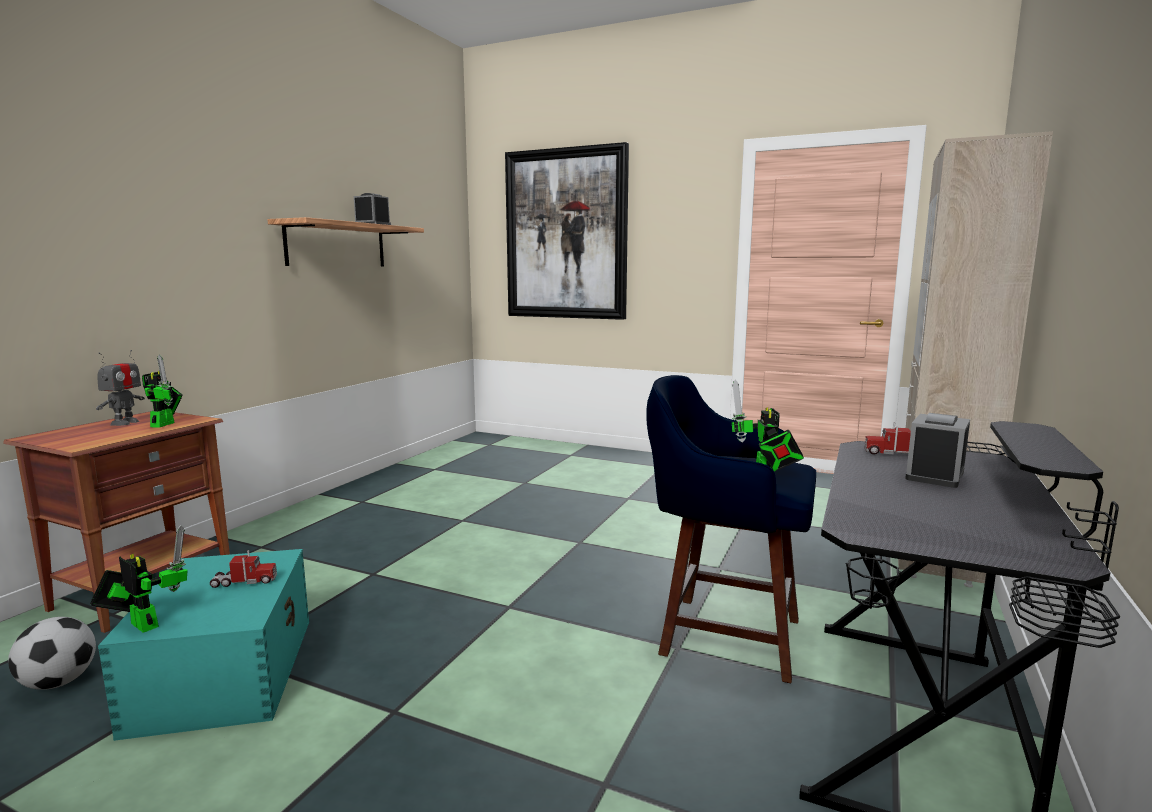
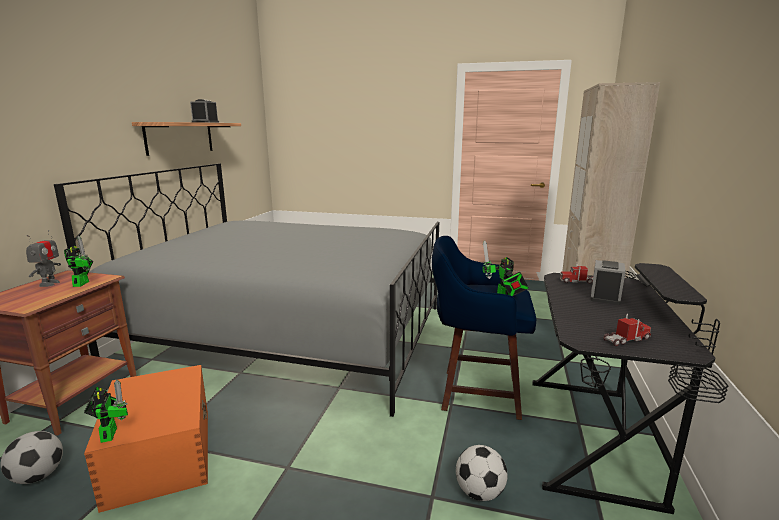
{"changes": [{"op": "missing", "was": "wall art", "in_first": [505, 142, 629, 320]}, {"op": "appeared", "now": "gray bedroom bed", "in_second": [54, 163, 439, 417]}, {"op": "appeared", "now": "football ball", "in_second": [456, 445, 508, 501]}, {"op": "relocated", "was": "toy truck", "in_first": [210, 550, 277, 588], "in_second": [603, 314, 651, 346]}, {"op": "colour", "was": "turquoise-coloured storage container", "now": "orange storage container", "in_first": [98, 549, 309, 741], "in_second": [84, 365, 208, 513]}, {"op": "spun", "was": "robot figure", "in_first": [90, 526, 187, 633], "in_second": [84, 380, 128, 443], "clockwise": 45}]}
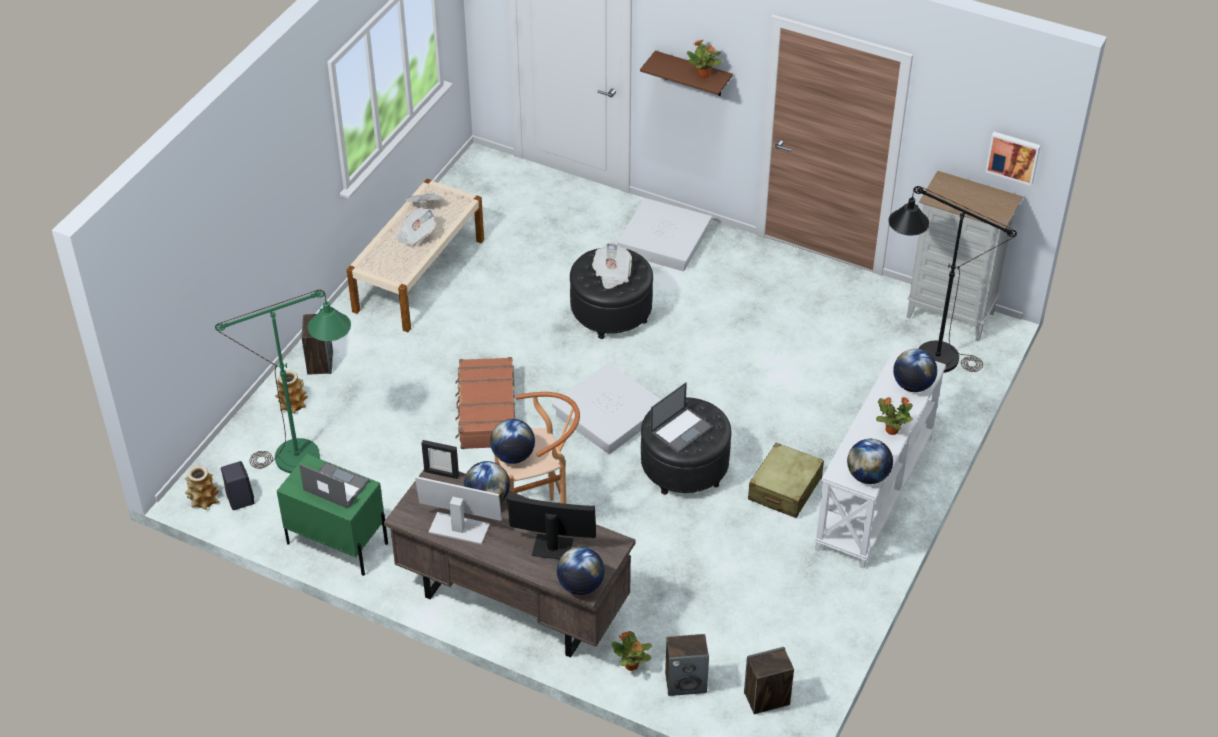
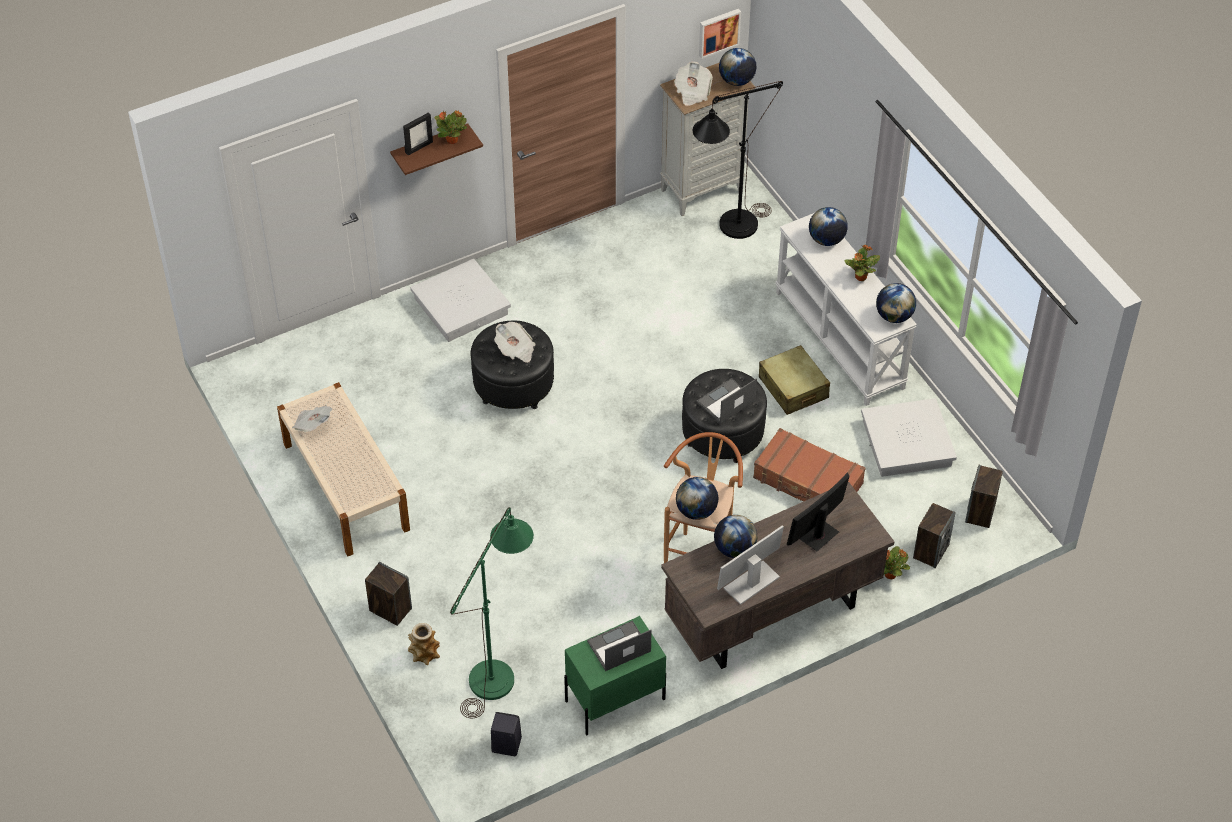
{"changes": [{"op": "missing", "was": "decorative vase", "in_first": [185, 466, 219, 510]}, {"op": "relocated", "was": "daily paper", "in_first": [395, 207, 435, 247], "in_second": [674, 62, 713, 106]}, {"op": "relocated", "was": "photo frame", "in_first": [421, 440, 459, 479], "in_second": [403, 113, 433, 156]}, {"op": "relocated", "was": "brownish travel case", "in_first": [455, 357, 515, 449], "in_second": [753, 428, 866, 502]}, {"op": "relocated", "was": "whitish storage container", "in_first": [552, 363, 661, 454], "in_second": [861, 398, 957, 477]}, {"op": "relocated", "was": "world globe", "in_first": [557, 547, 605, 595], "in_second": [719, 48, 757, 86]}, {"op": "spun", "was": "portable computer", "in_first": [650, 382, 713, 453], "in_second": [697, 378, 757, 424], "clockwise": -120}]}
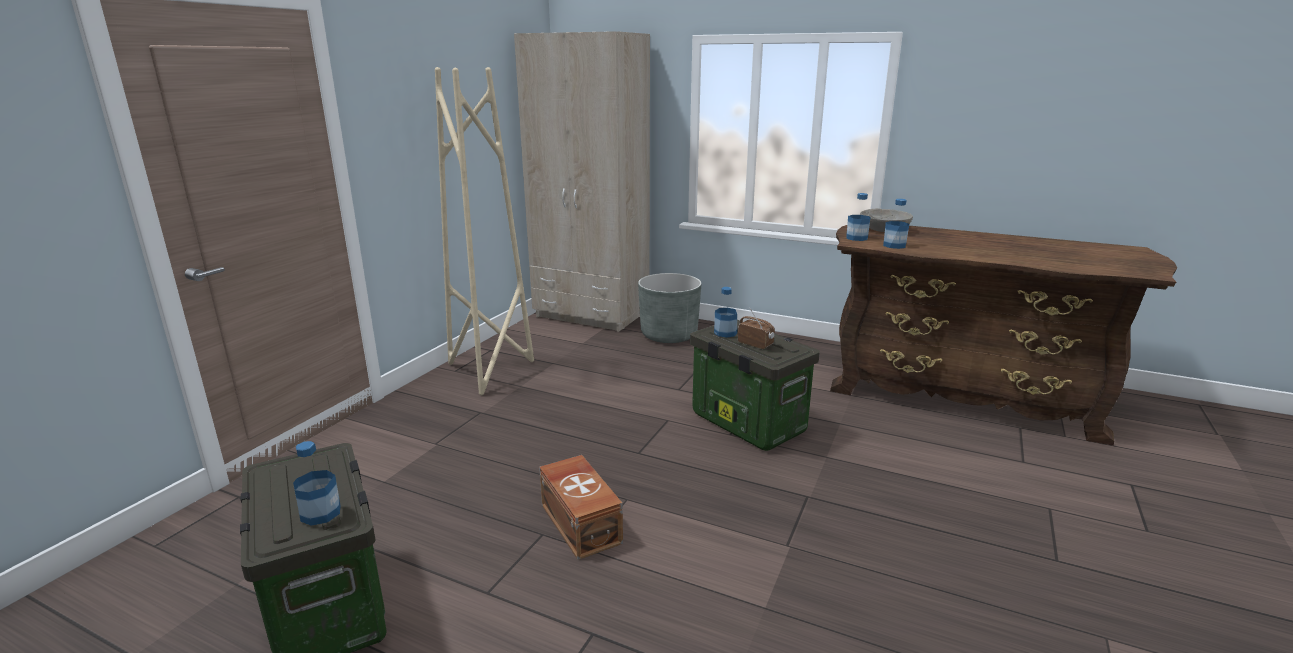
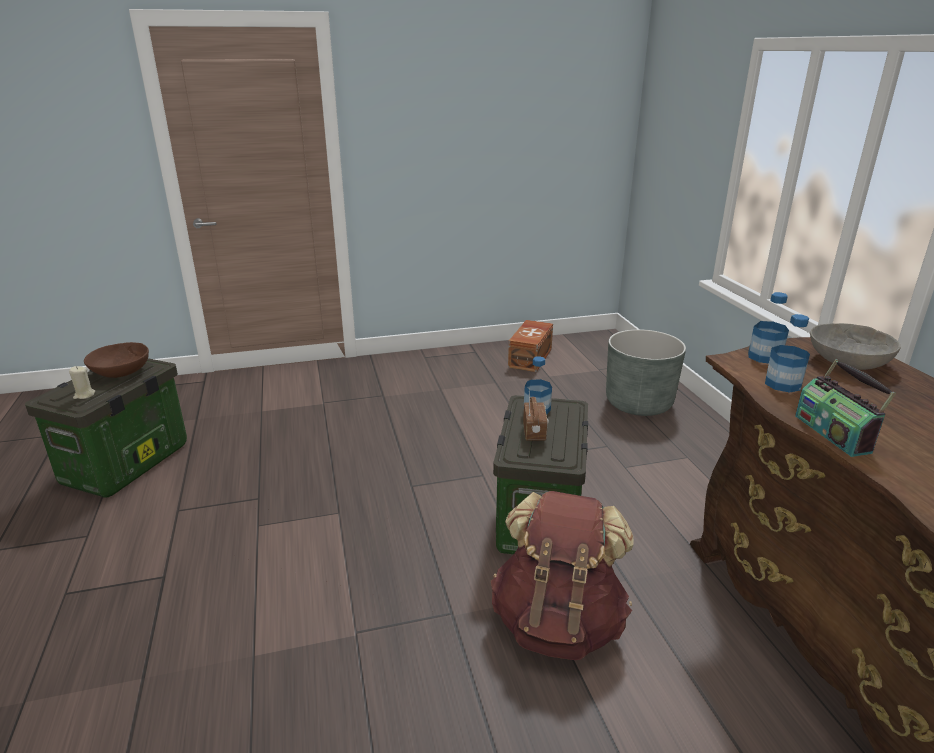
{"changes": [{"op": "missing", "was": "sand-coloured garment stand", "in_first": [435, 67, 534, 396]}, {"op": "missing", "was": "sand-coloured armoire", "in_first": [514, 31, 650, 332]}, {"op": "appeared", "now": "brownish deep dish", "in_second": [84, 342, 149, 378]}, {"op": "appeared", "now": "brownish knapsack", "in_second": [491, 491, 634, 660]}, {"op": "appeared", "now": "radio", "in_second": [795, 359, 896, 457]}, {"op": "relocated", "was": "brownish storage container", "in_first": [539, 455, 623, 560], "in_second": [508, 320, 553, 372]}, {"op": "exchanged", "was": "bottle", "now": "sand-coloured candle", "in_first": [293, 441, 341, 526], "in_second": [69, 366, 95, 399]}]}
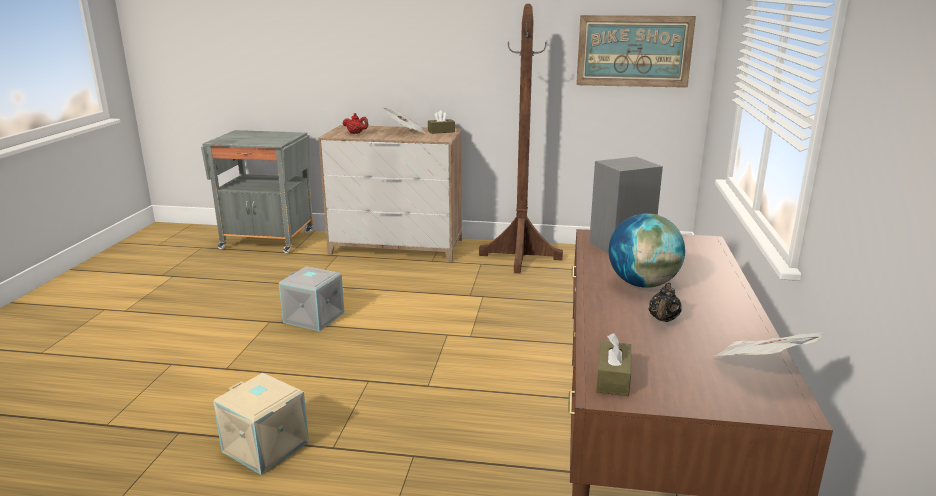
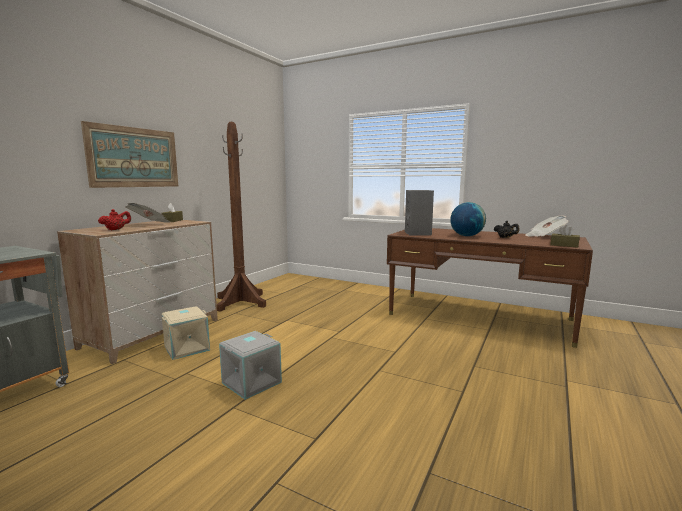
{"changes": [{"op": "relocated", "was": "sand-coloured storage container", "in_first": [213, 373, 309, 475], "in_second": [161, 306, 210, 360]}, {"op": "relocated", "was": "wall art", "in_first": [576, 15, 696, 88], "in_second": [81, 121, 178, 188]}]}
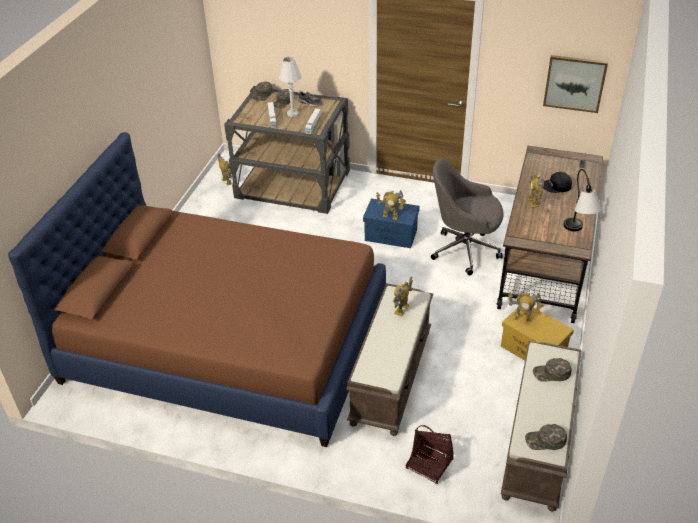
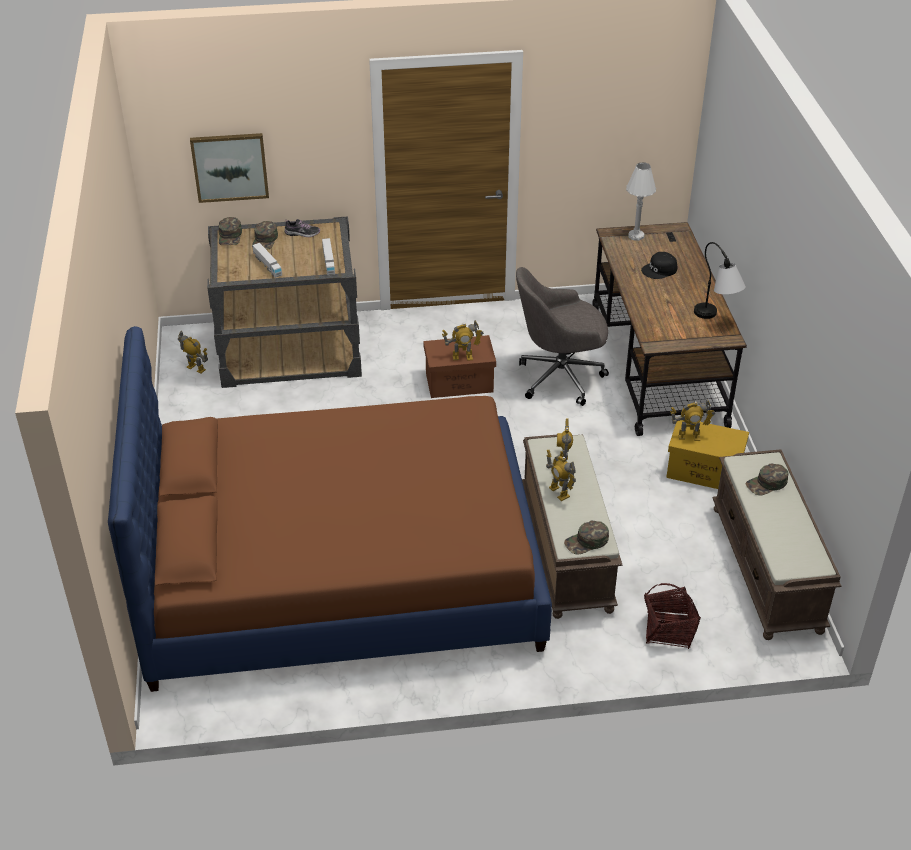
{"changes": [{"op": "relocated", "was": "whitish lamp for a table", "in_first": [279, 57, 302, 117], "in_second": [626, 162, 656, 241]}, {"op": "relocated", "was": "green cap", "in_first": [525, 424, 567, 450], "in_second": [564, 520, 609, 555]}, {"op": "relocated", "was": "robot figure", "in_first": [528, 170, 544, 208], "in_second": [546, 450, 576, 501]}, {"op": "relocated", "was": "wall art", "in_first": [543, 55, 608, 113], "in_second": [190, 133, 269, 203]}, {"op": "colour", "was": "blue storage container", "now": "brownish storage container", "in_first": [363, 199, 420, 248], "in_second": [424, 335, 496, 398]}]}
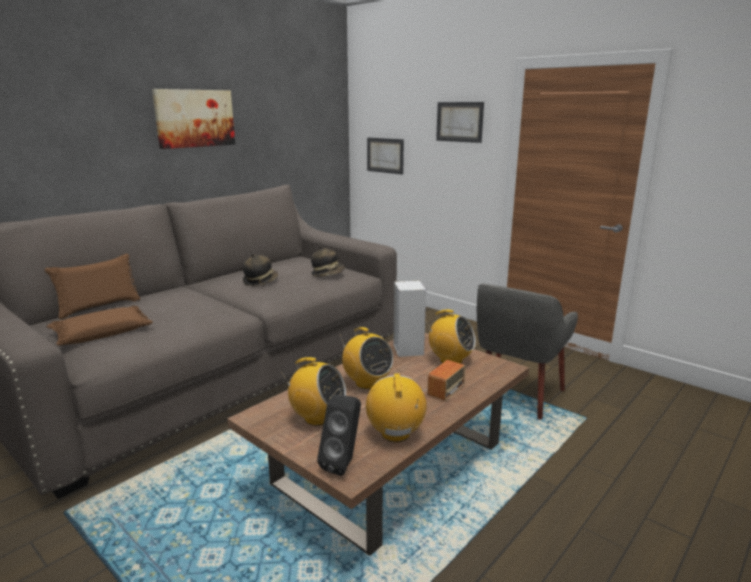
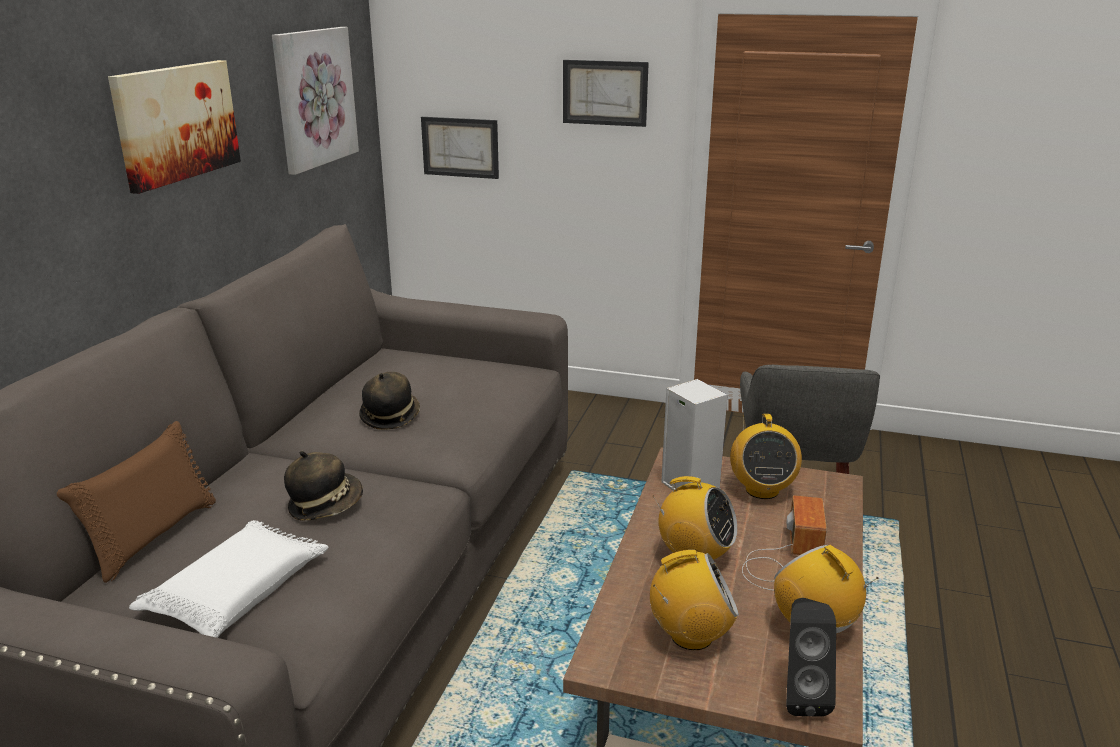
{"changes": [{"op": "appeared", "now": "wall art", "in_second": [272, 27, 359, 175]}, {"op": "relocated", "was": "hat", "in_first": [311, 246, 344, 277], "in_second": [284, 451, 363, 521]}, {"op": "colour", "was": "brownish pillow", "now": "whitish pillow", "in_first": [46, 306, 153, 345], "in_second": [129, 520, 328, 638]}, {"op": "spun", "was": "radio", "in_first": [425, 310, 476, 364], "in_second": [730, 414, 802, 499], "clockwise": 90}]}
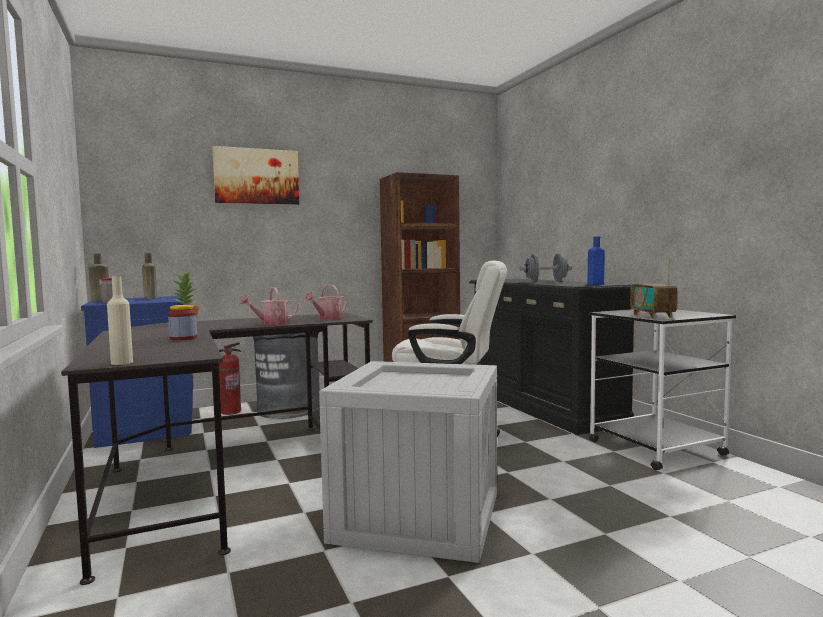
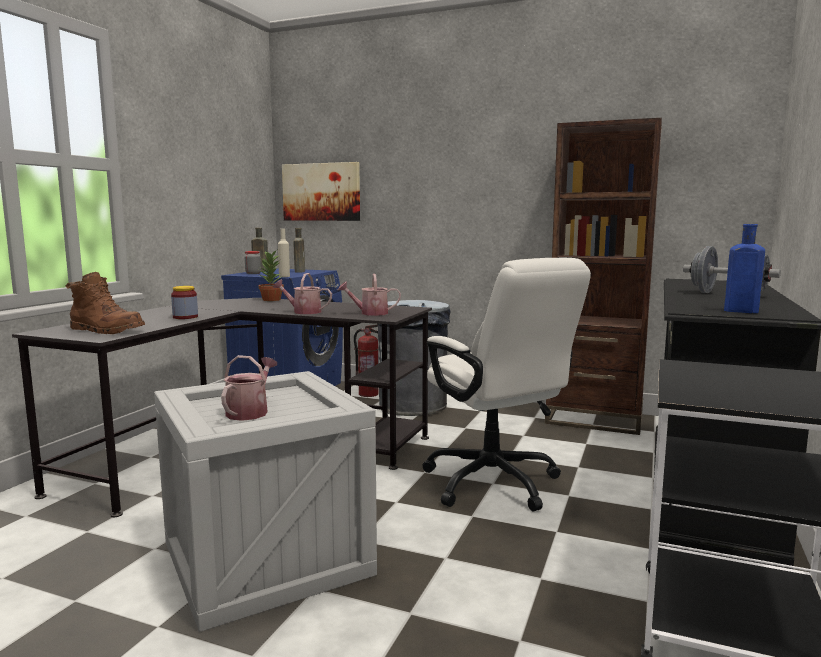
{"changes": [{"op": "missing", "was": "radio", "in_first": [630, 259, 678, 318]}, {"op": "appeared", "now": "brownish high-top boot", "in_second": [66, 272, 145, 334]}, {"op": "appeared", "now": "watering can", "in_second": [221, 355, 277, 421]}, {"op": "relocated", "was": "sand-coloured bottle", "in_first": [107, 277, 133, 365], "in_second": [278, 229, 290, 277]}, {"op": "relocated", "was": "wall art", "in_first": [212, 146, 299, 205], "in_second": [282, 162, 360, 221]}]}
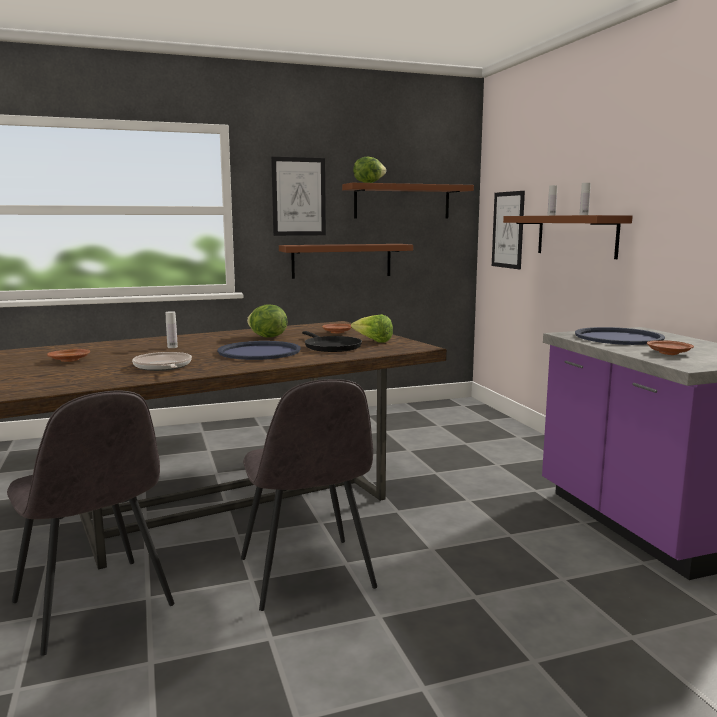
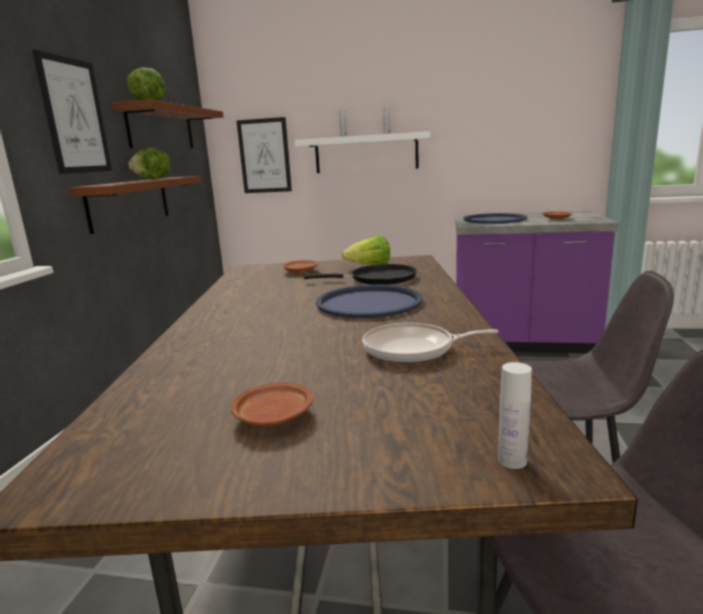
{"changes": [{"op": "relocated", "was": "whitish bottle", "in_first": [166, 311, 178, 348], "in_second": [498, 362, 532, 469]}, {"op": "relocated", "was": "lettuce", "in_first": [247, 304, 287, 337], "in_second": [128, 148, 170, 179]}, {"op": "colour", "was": "brownish bracket shelf", "now": "whitish bracket shelf", "in_first": [503, 215, 633, 259], "in_second": [294, 132, 431, 173]}]}
